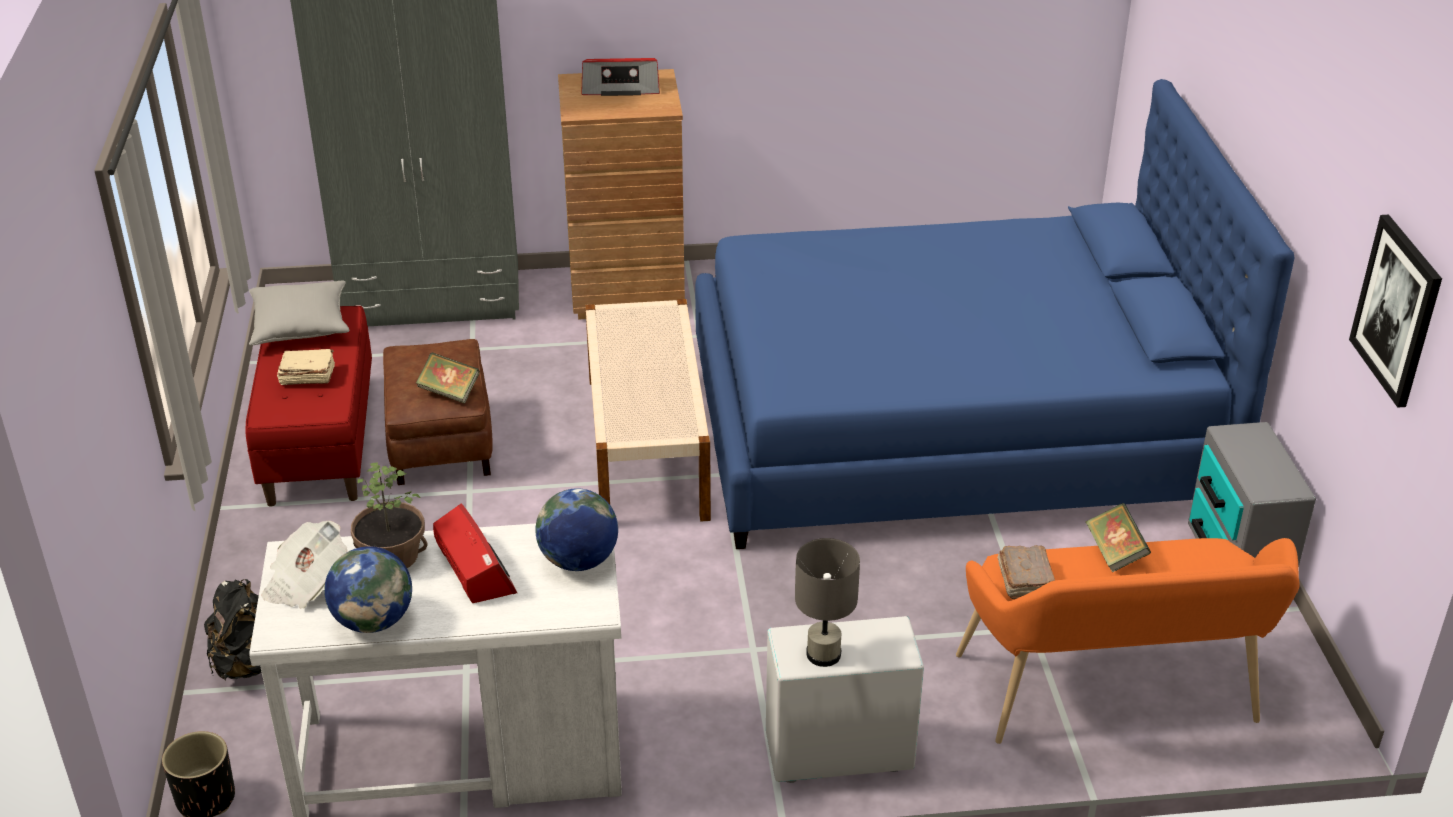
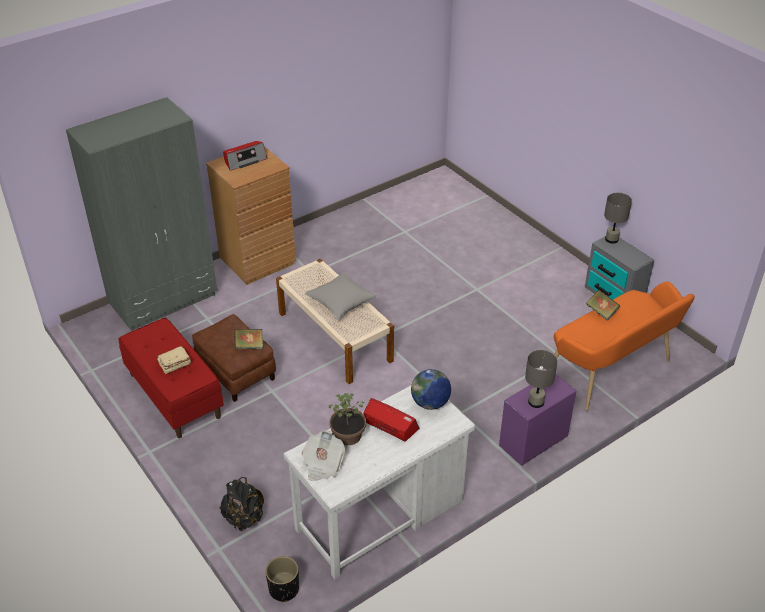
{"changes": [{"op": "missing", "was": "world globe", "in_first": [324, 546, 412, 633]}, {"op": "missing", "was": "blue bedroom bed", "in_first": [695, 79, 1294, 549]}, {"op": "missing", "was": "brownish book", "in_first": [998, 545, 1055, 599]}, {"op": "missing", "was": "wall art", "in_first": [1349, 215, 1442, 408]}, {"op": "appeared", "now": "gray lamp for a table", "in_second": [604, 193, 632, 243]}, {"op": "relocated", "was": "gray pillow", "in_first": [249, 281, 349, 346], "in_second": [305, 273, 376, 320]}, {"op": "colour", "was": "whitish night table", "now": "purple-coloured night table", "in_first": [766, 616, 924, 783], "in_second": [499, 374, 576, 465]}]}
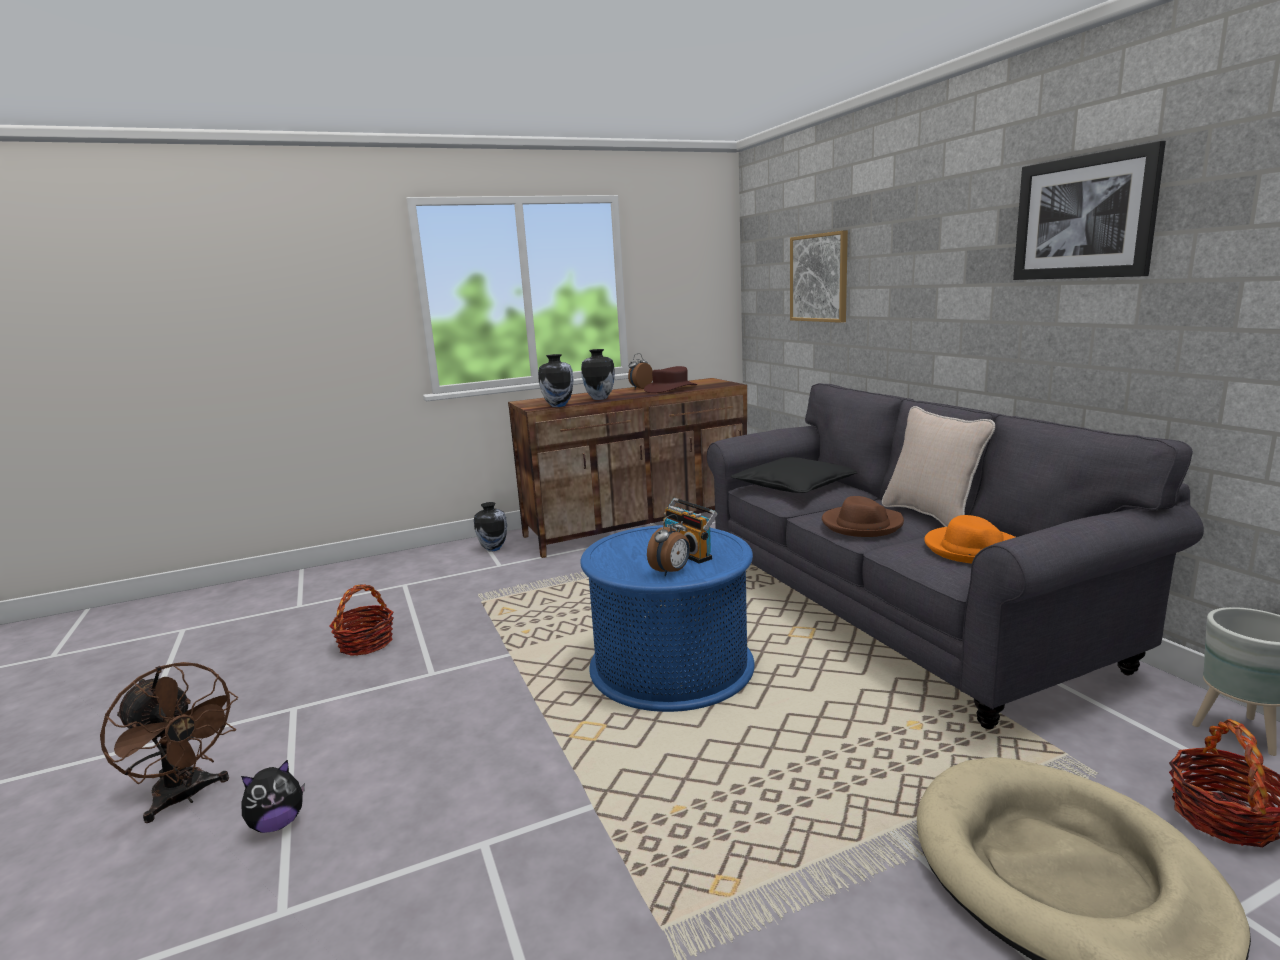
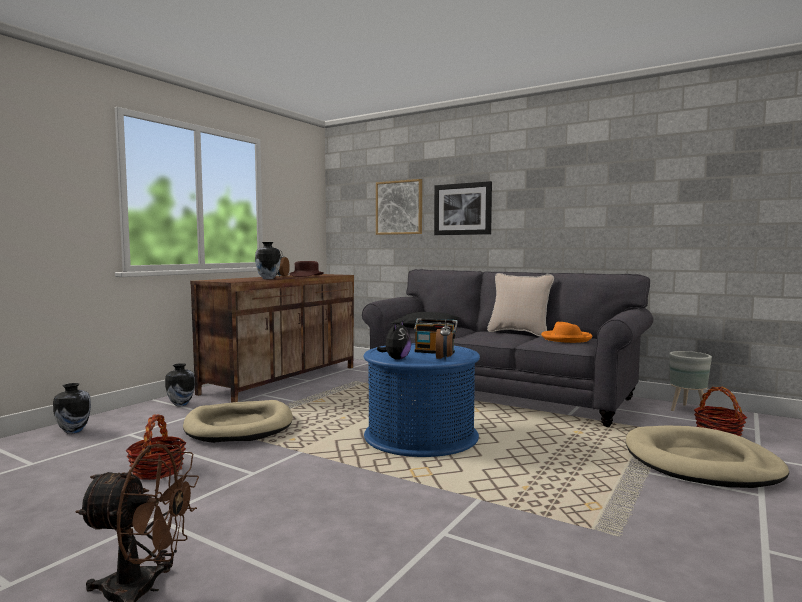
{"changes": [{"op": "missing", "was": "brownish hat", "in_first": [822, 496, 904, 537]}, {"op": "appeared", "now": "sand-coloured dog bed", "in_second": [183, 400, 293, 443]}, {"op": "relocated", "was": "plush toy", "in_first": [241, 760, 305, 833], "in_second": [377, 321, 411, 359]}, {"op": "relocated", "was": "decorative vase", "in_first": [538, 354, 573, 407], "in_second": [53, 383, 91, 434]}, {"op": "relocated", "was": "wall art", "in_first": [1013, 141, 1166, 280], "in_second": [434, 181, 492, 235]}]}
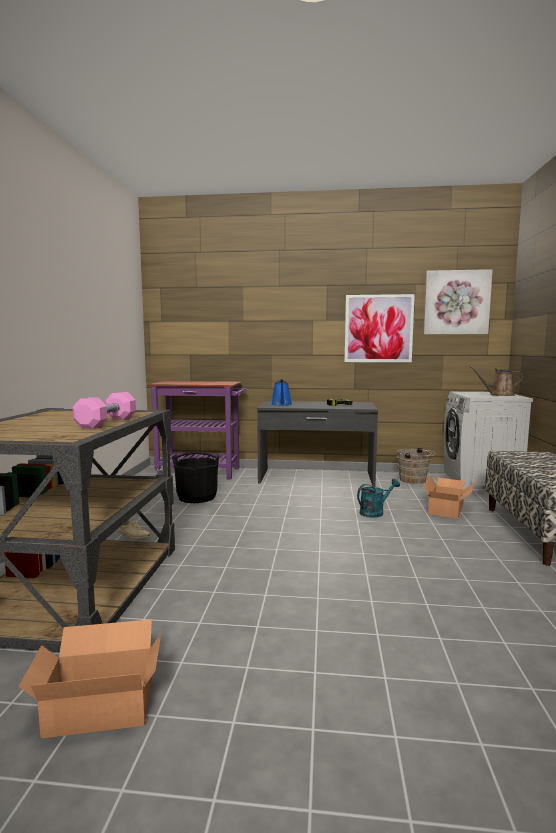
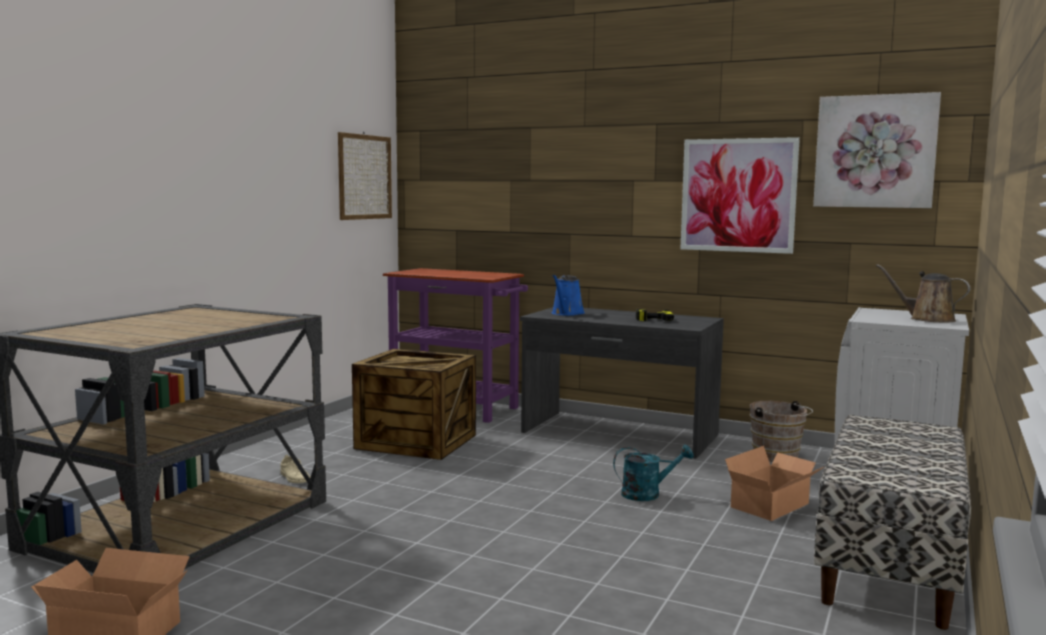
{"changes": [{"op": "missing", "was": "pink hand weight", "in_first": [73, 392, 136, 429]}, {"op": "appeared", "now": "wall art", "in_second": [338, 132, 392, 220]}, {"op": "exchanged", "was": "black-coloured bucket", "now": "crate", "in_first": [172, 452, 219, 503], "in_second": [352, 349, 476, 460]}]}
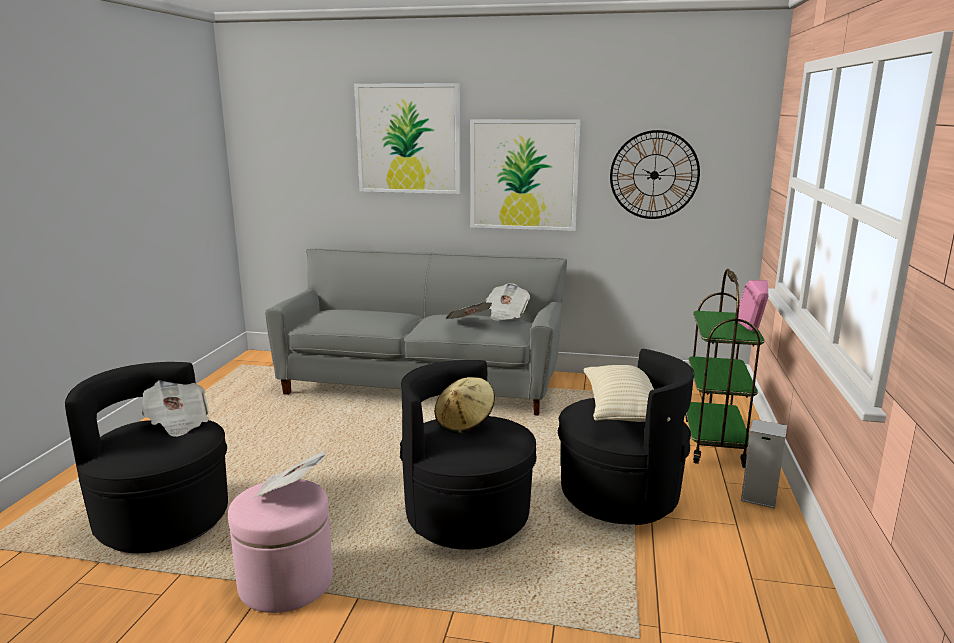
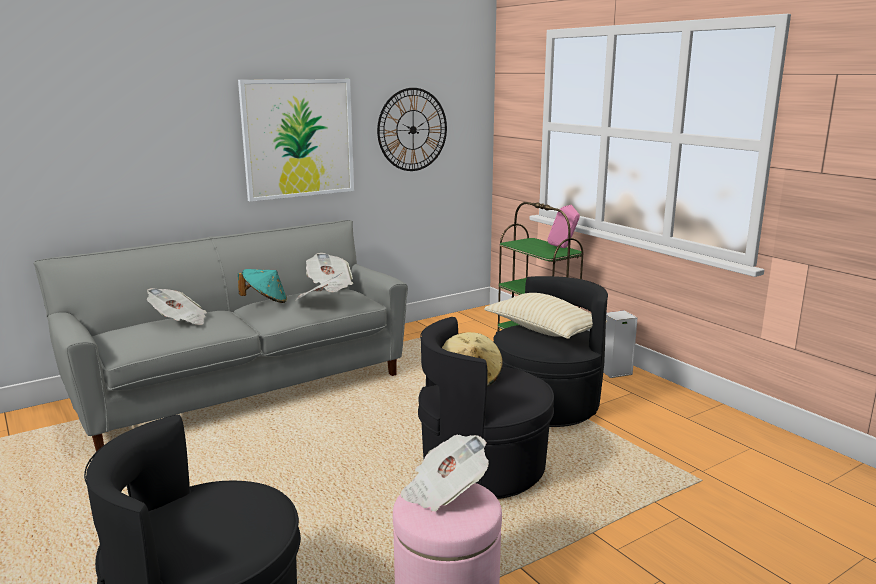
{"changes": [{"op": "missing", "was": "wall art", "in_first": [354, 83, 461, 194]}, {"op": "appeared", "now": "turquoise-coloured hat", "in_second": [238, 269, 287, 303]}, {"op": "relocated", "was": "daily paper", "in_first": [142, 380, 209, 437], "in_second": [147, 288, 207, 325]}]}
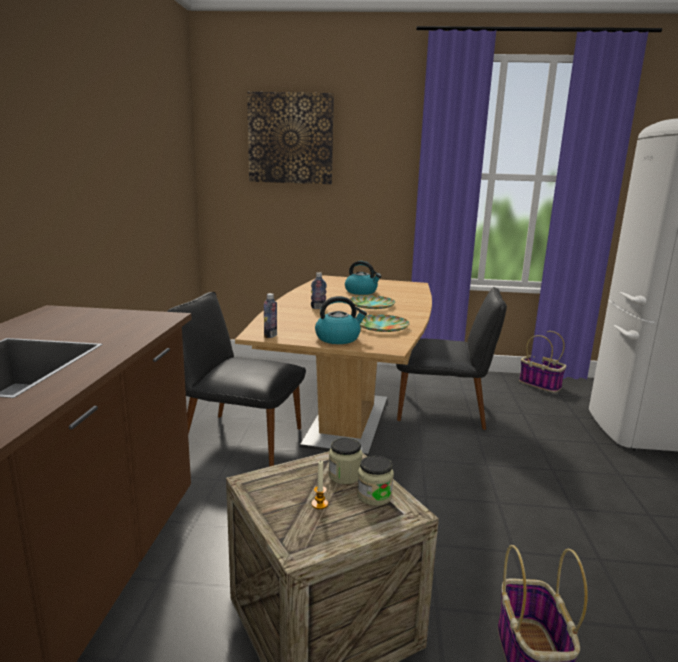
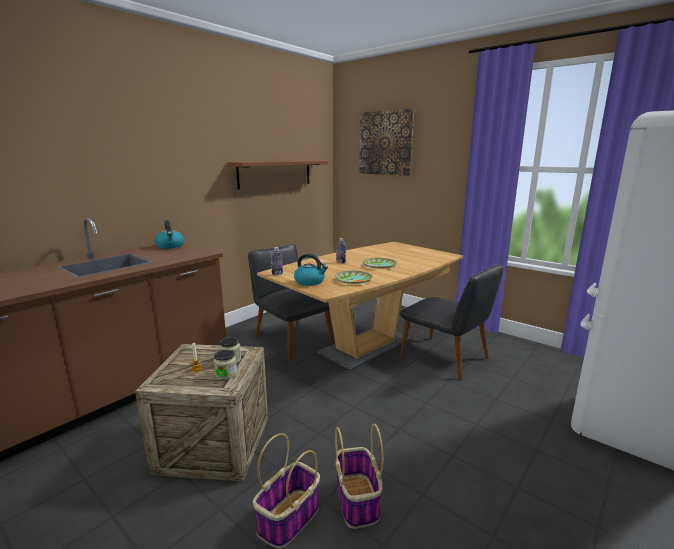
{"changes": [{"op": "appeared", "now": "brownish bracket shelf", "in_second": [227, 160, 328, 189]}, {"op": "relocated", "was": "kettle", "in_first": [345, 261, 382, 295], "in_second": [154, 220, 184, 249]}, {"op": "relocated", "was": "basket", "in_first": [519, 331, 566, 392], "in_second": [335, 424, 384, 529]}]}
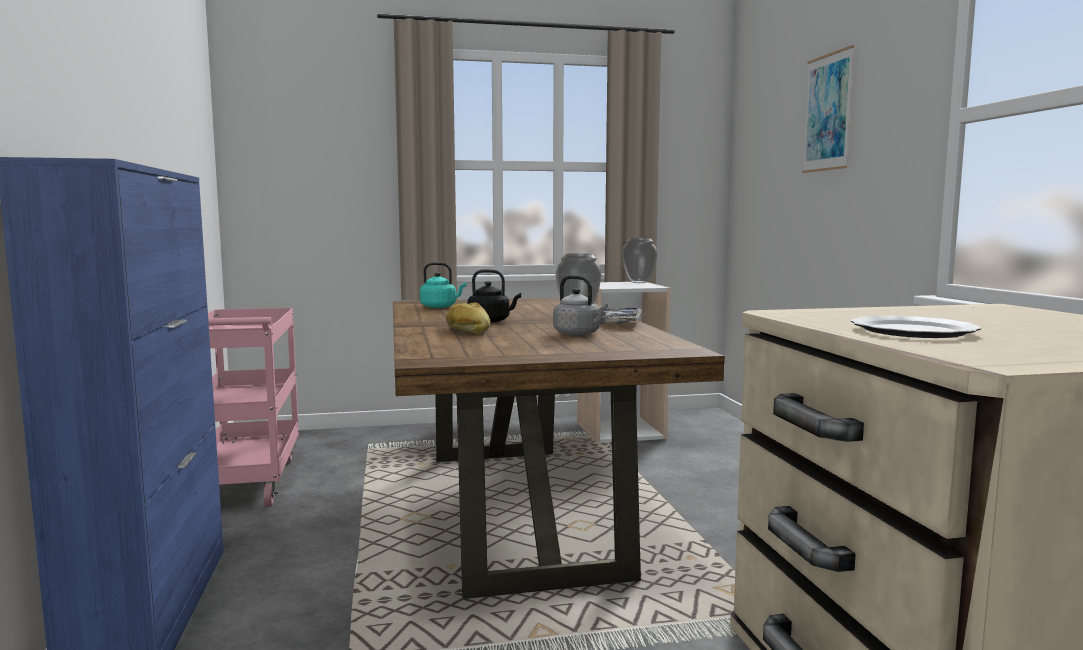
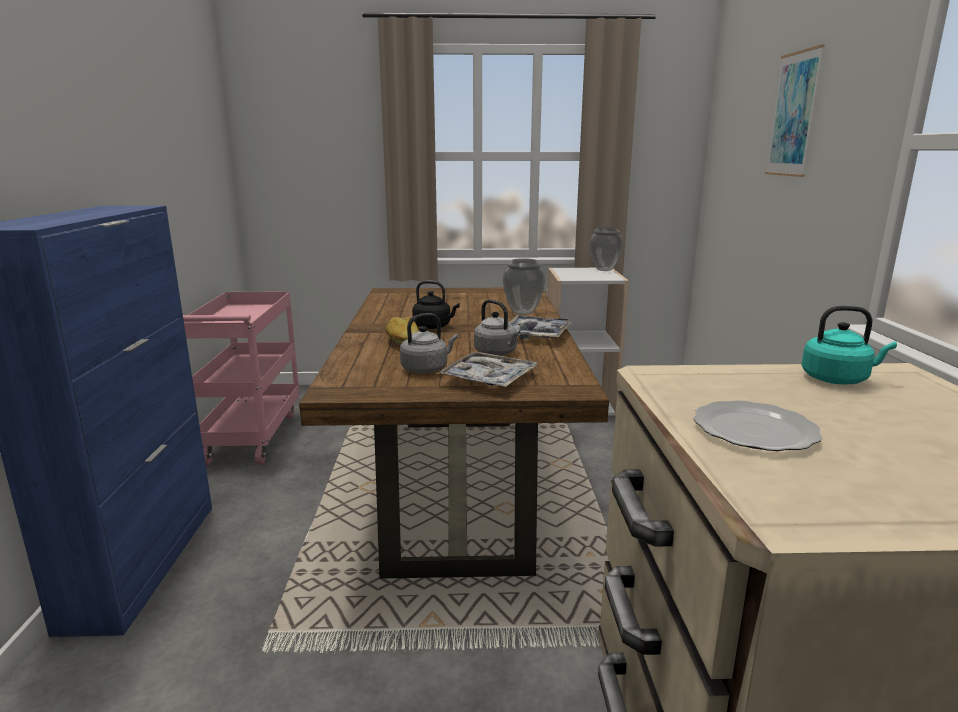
{"changes": [{"op": "appeared", "now": "gray kettle", "in_second": [400, 313, 458, 373]}, {"op": "appeared", "now": "serving tray", "in_second": [437, 351, 537, 387]}, {"op": "relocated", "was": "turquoise-coloured kettle", "in_first": [420, 262, 466, 308], "in_second": [801, 306, 897, 384]}]}
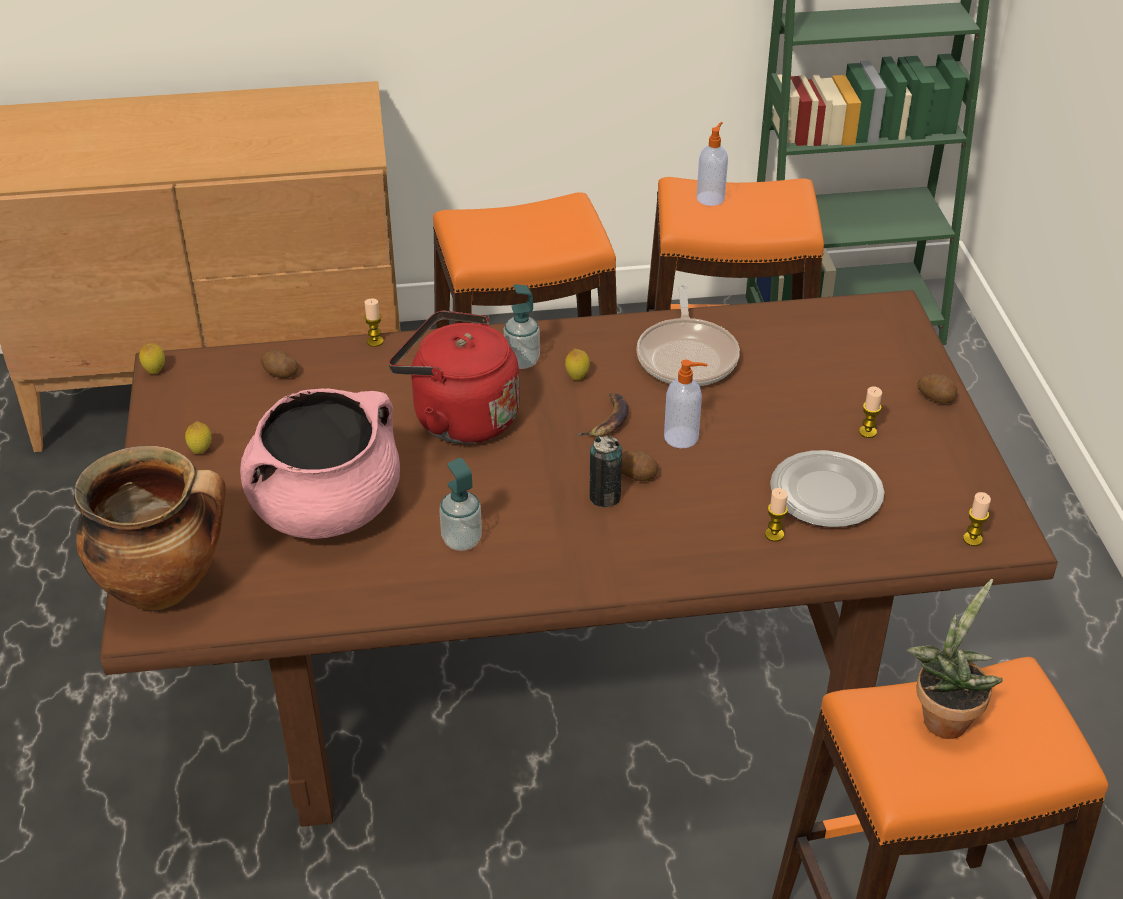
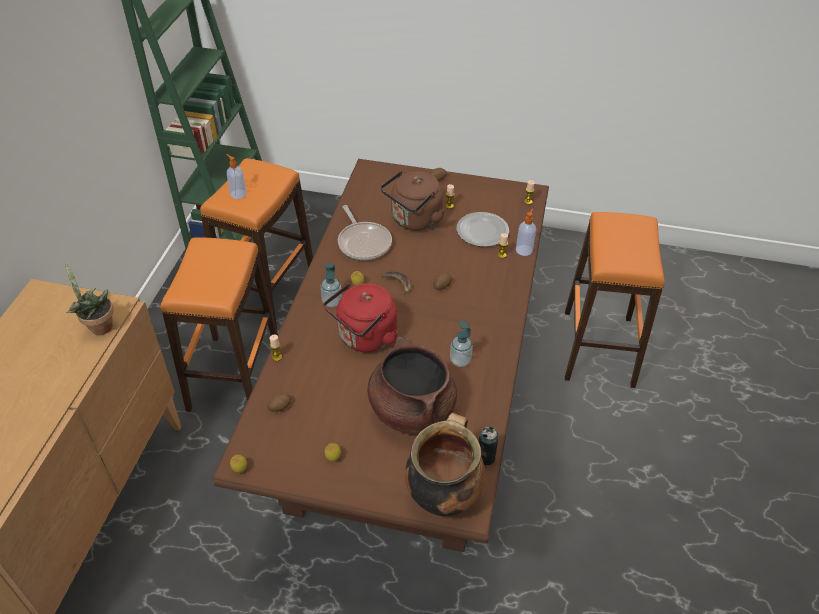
{"changes": [{"op": "appeared", "now": "brownish kettle", "in_second": [381, 171, 445, 231]}, {"op": "relocated", "was": "metal can", "in_first": [590, 436, 622, 507], "in_second": [478, 427, 499, 465]}, {"op": "relocated", "was": "soap bottle", "in_first": [664, 360, 708, 448], "in_second": [516, 208, 536, 256]}, {"op": "relocated", "was": "plant in a pot", "in_first": [906, 579, 1003, 739], "in_second": [65, 262, 114, 335]}, {"op": "colour", "was": "pink cooking pot", "now": "brownish cooking pot", "in_first": [240, 388, 400, 539], "in_second": [367, 336, 457, 434]}, {"op": "spun", "was": "frying pan", "in_first": [636, 284, 740, 386], "in_second": [338, 205, 392, 260], "clockwise": 45}]}
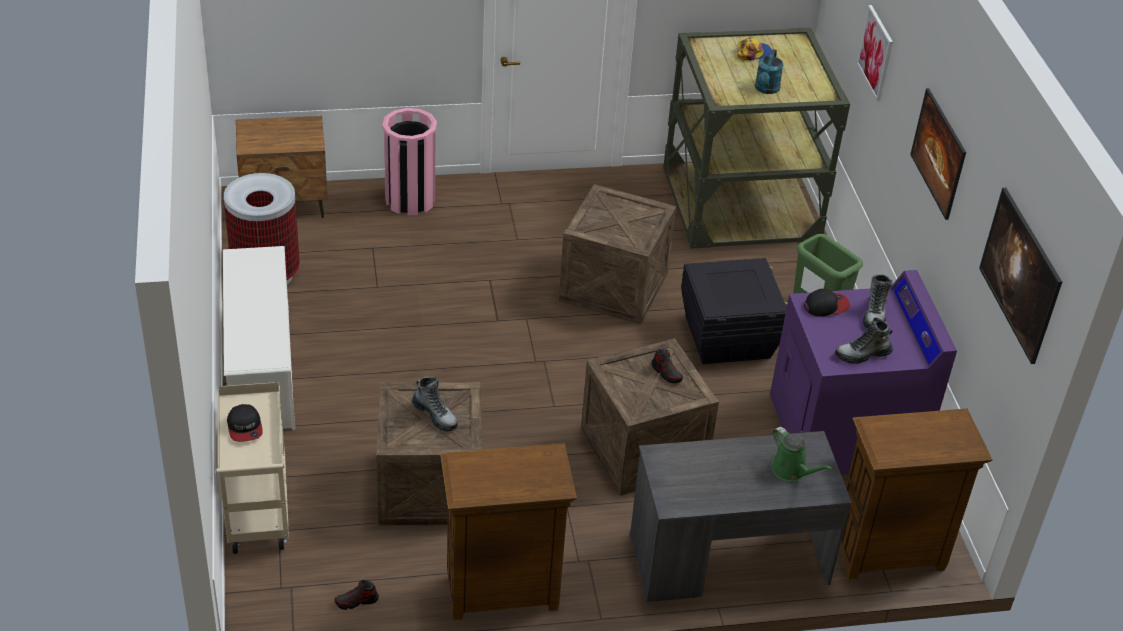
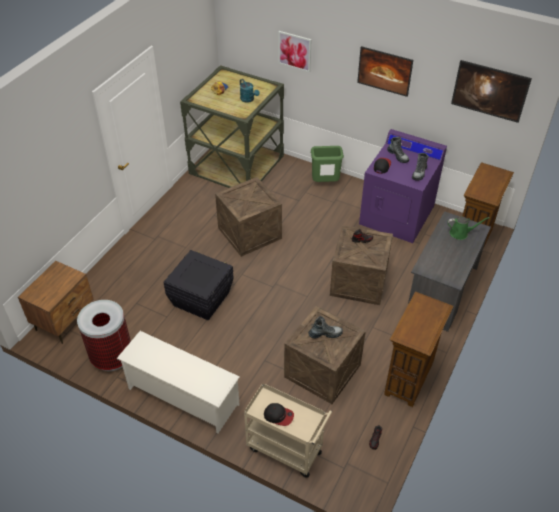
{"changes": [{"op": "missing", "was": "pink waste bin", "in_first": [382, 108, 437, 216]}, {"op": "relocated", "was": "black-coloured storage container", "in_first": [681, 258, 788, 364], "in_second": [163, 250, 234, 320]}]}
